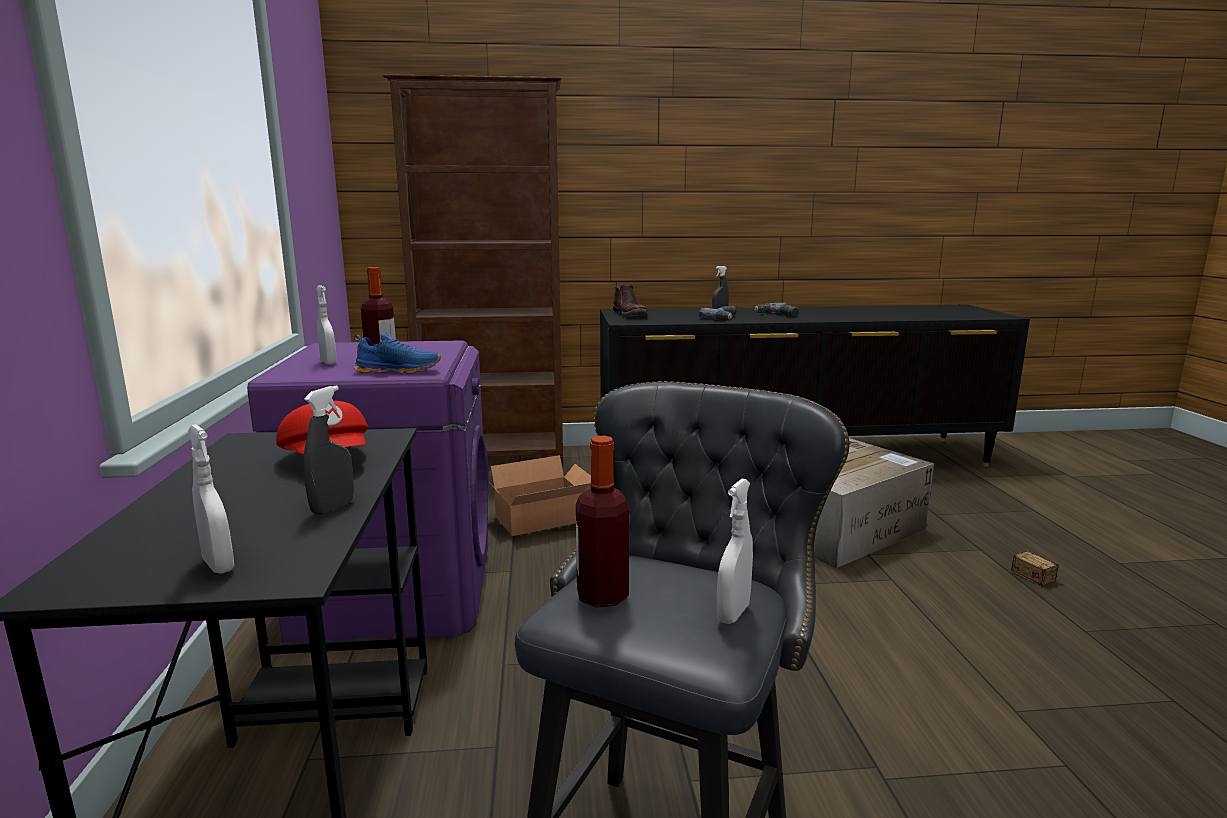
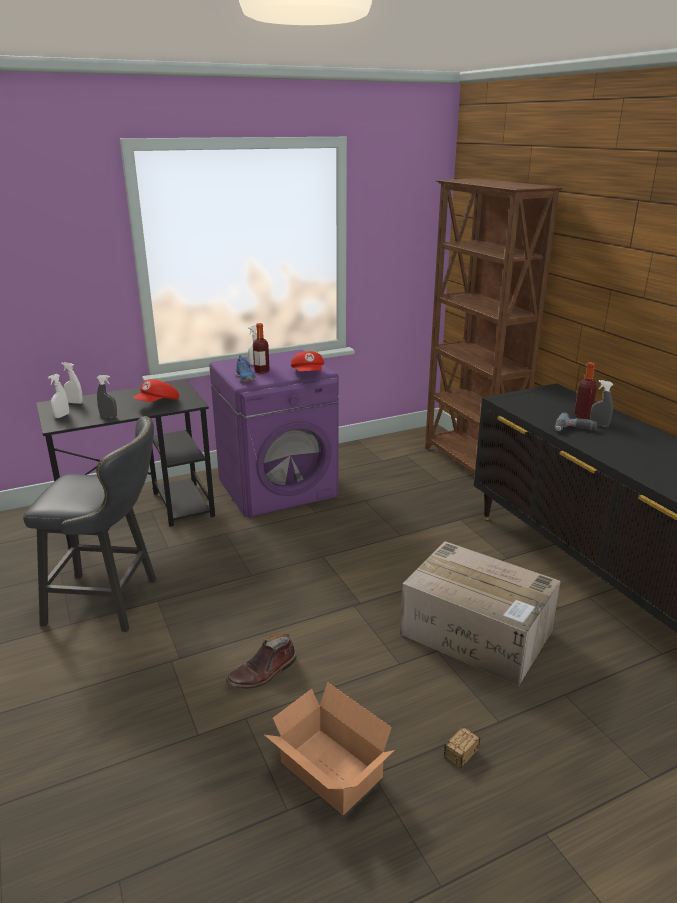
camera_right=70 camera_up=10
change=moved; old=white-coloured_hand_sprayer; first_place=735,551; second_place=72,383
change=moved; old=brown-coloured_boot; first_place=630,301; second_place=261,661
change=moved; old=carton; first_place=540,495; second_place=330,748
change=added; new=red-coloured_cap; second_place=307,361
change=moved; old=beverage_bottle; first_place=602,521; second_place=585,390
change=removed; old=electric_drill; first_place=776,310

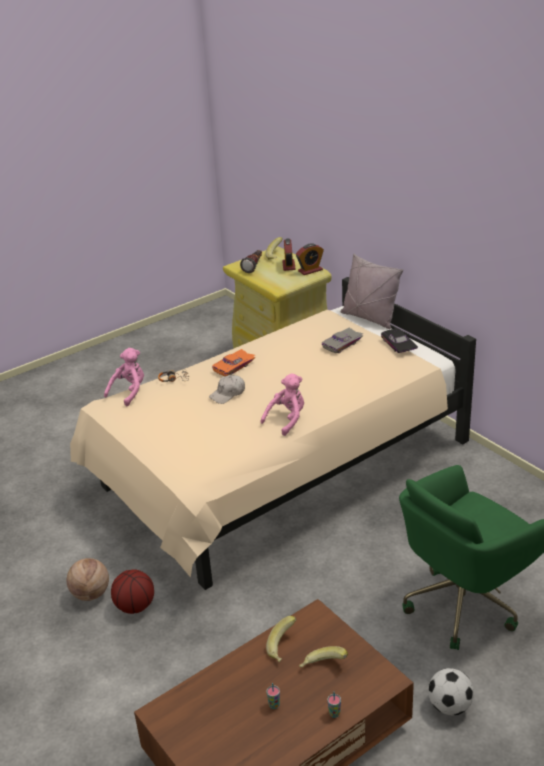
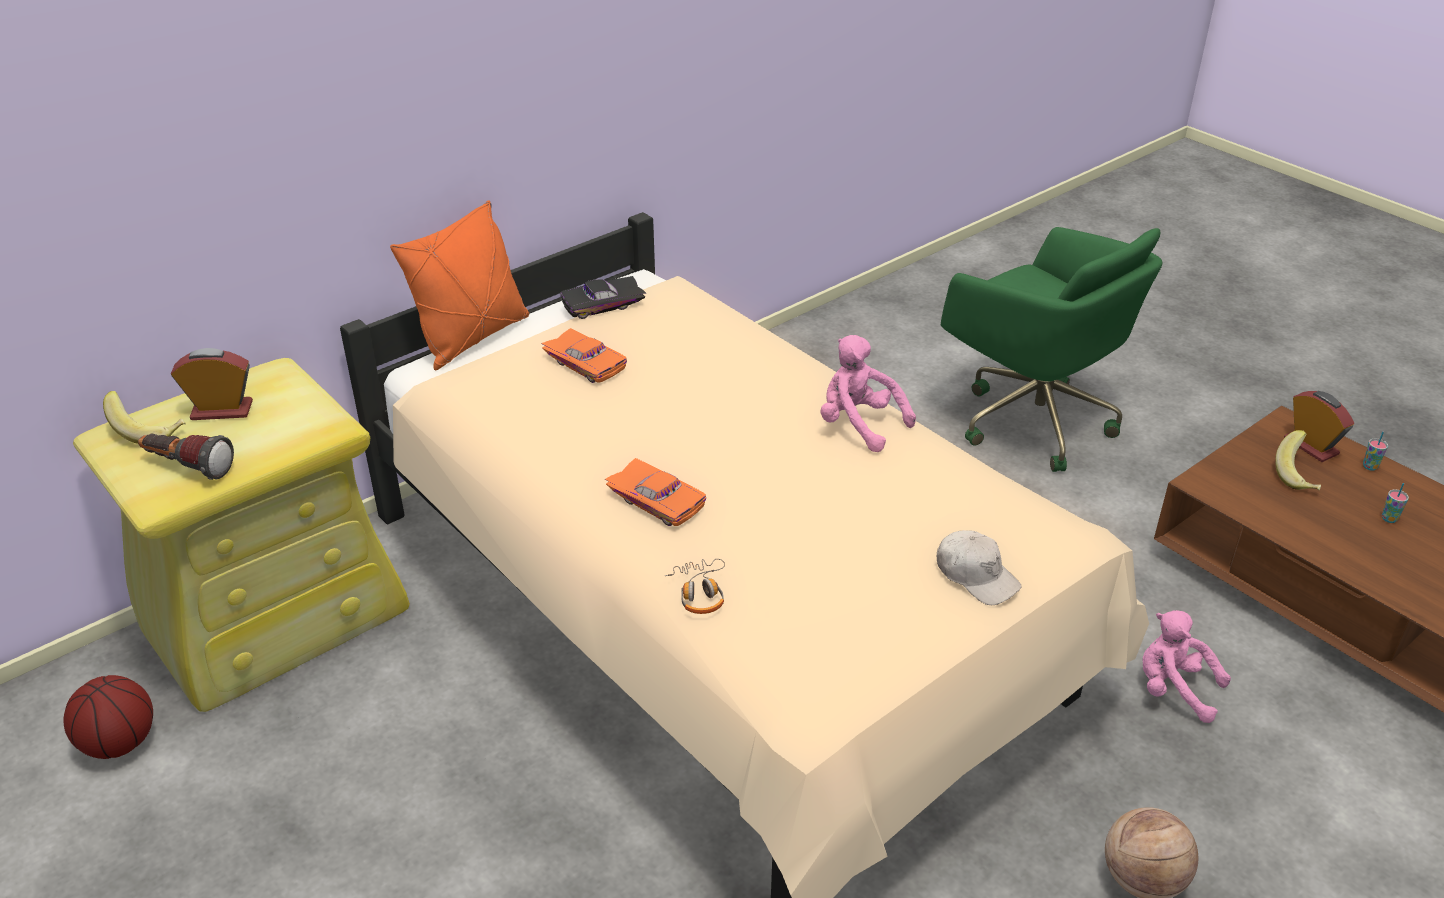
camera_right=-95 camera_up=5
change=moved; old=ball_for_basketball; first_place=132,591; second_place=108,717
change=recoloured; old=purplish_cushion; new=orangey_cushion; first_place=372,291; second_place=459,285
change=recoloured; old=grey_model_car; new=orangey_model_car; first_place=342,340; second_place=584,355
change=moved; old=white-coloured_cap; first_place=227,389; second_place=979,567
change=moved; old=pinkish_plush_toy; first_place=124,377; second_place=1187,666
change=moved; old=table_clock; first_place=310,259; second_place=1319,426
change=removed; old=whole_banana; first_place=281,639
change=removed; old=ball_for_football; first_place=451,692

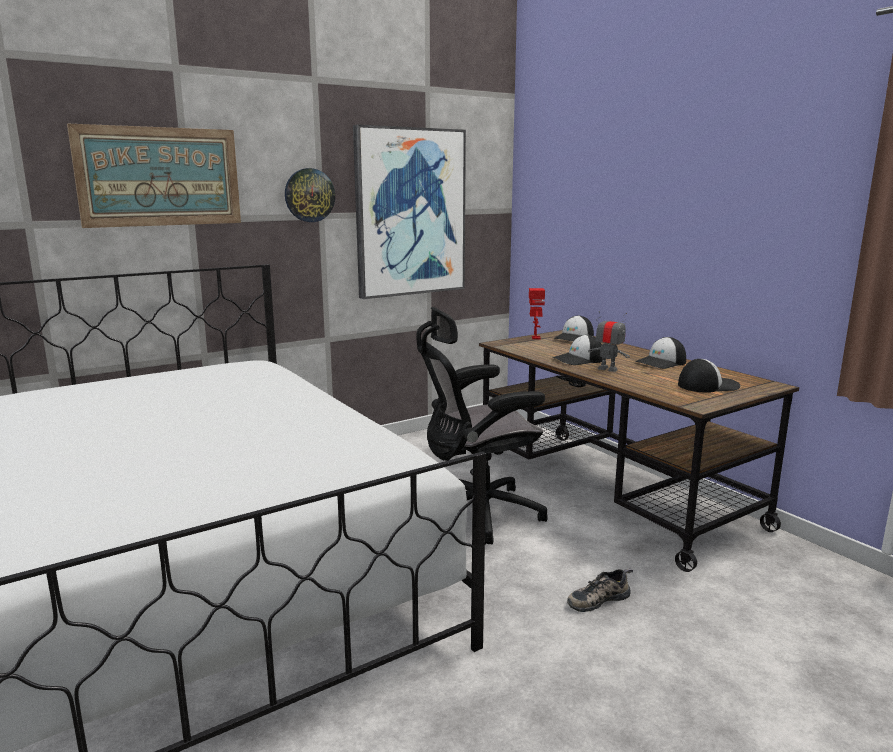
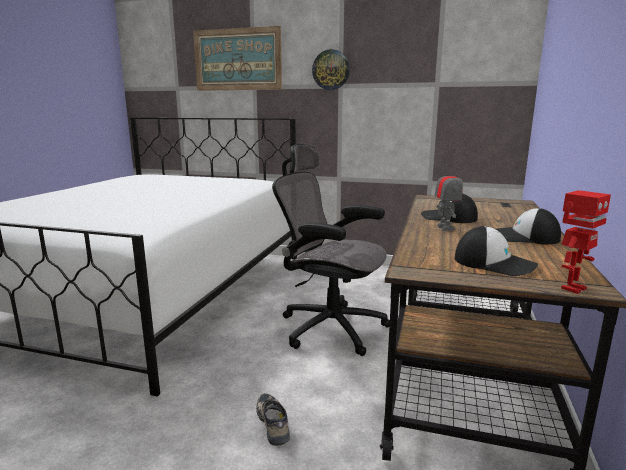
camera_right=50 camera_up=0
change=turned; old=shoe; first_place=600,590; second_place=273,419; degrees=45
change=moved; old=toy_robot; first_place=537,313; second_place=586,242
change=removed; old=picture; first_place=409,212
change=removed; old=cap; first_place=573,328

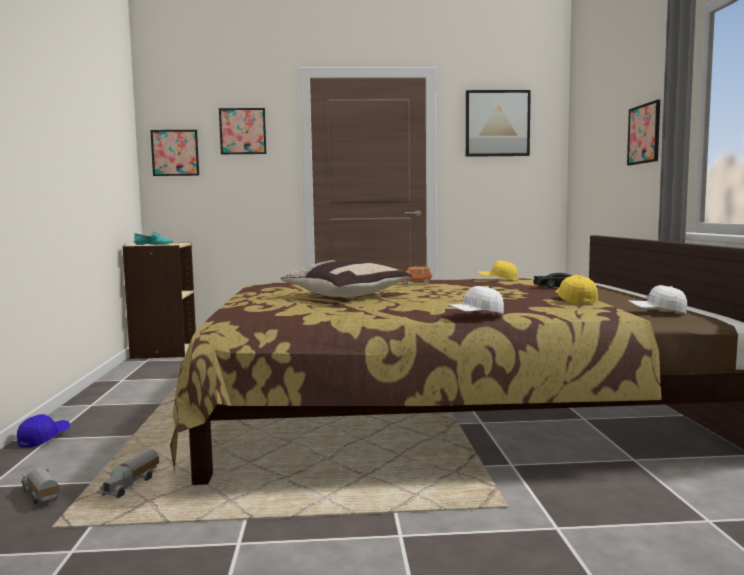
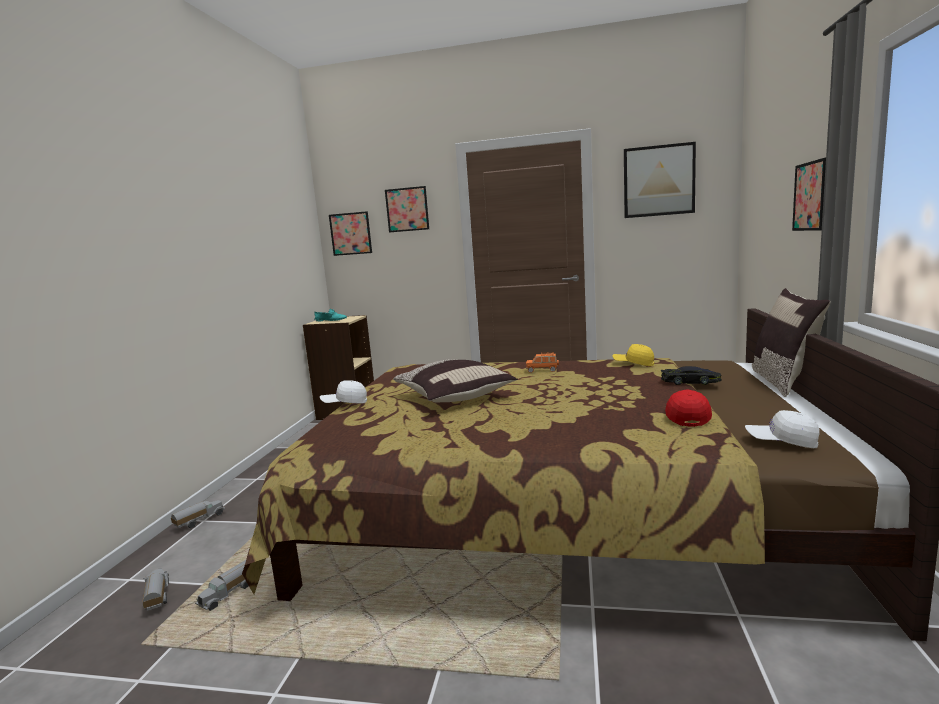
camera_right=15 camera_up=5
change=replaced; old=bluish_cap; new=model_truck; first_place=43,431; second_place=198,514
change=moved; old=white-coloured_cap; first_place=475,300; second_place=343,392
change=recoloured; old=yellow_cap; new=red-coloured_cap; first_place=576,289; second_place=688,408
change=added; new=cushion; second_place=791,342

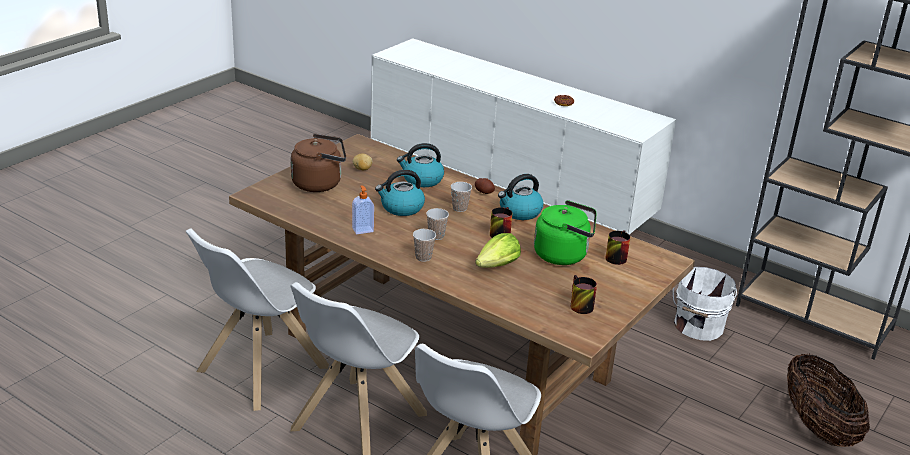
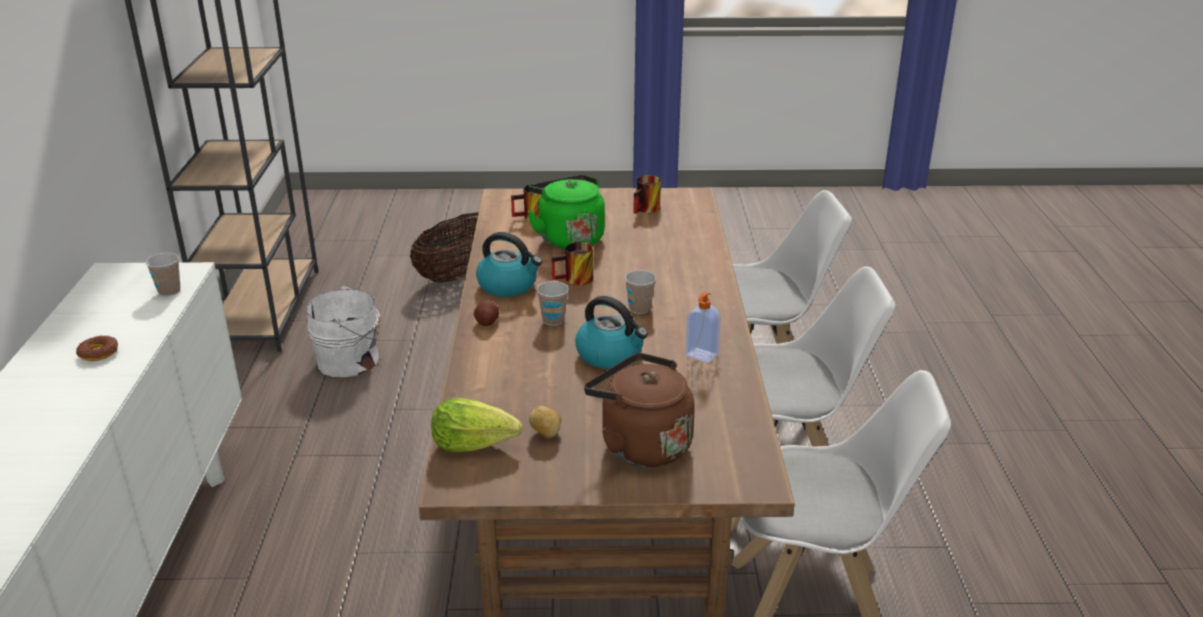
camera_right=-125 camera_up=0
change=moved; old=cup; first_place=424,245; second_place=163,274
change=moved; old=lettuce_head; first_place=498,250; second_place=476,424
change=removed; old=kettle; first_place=420,165

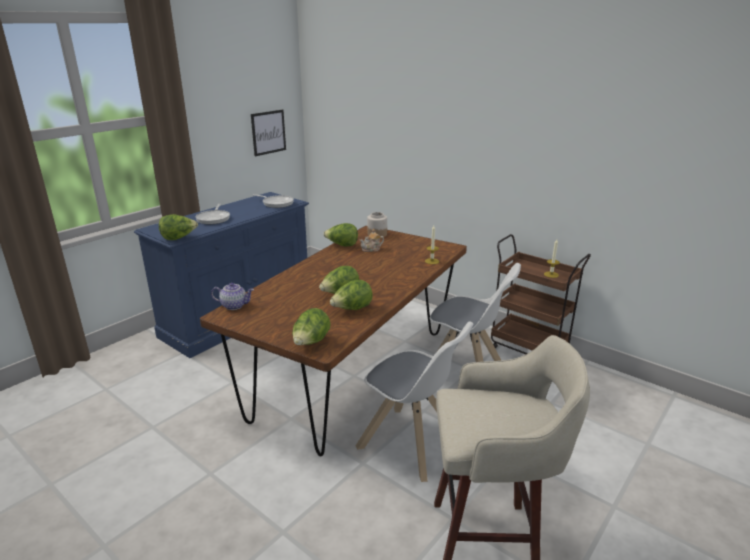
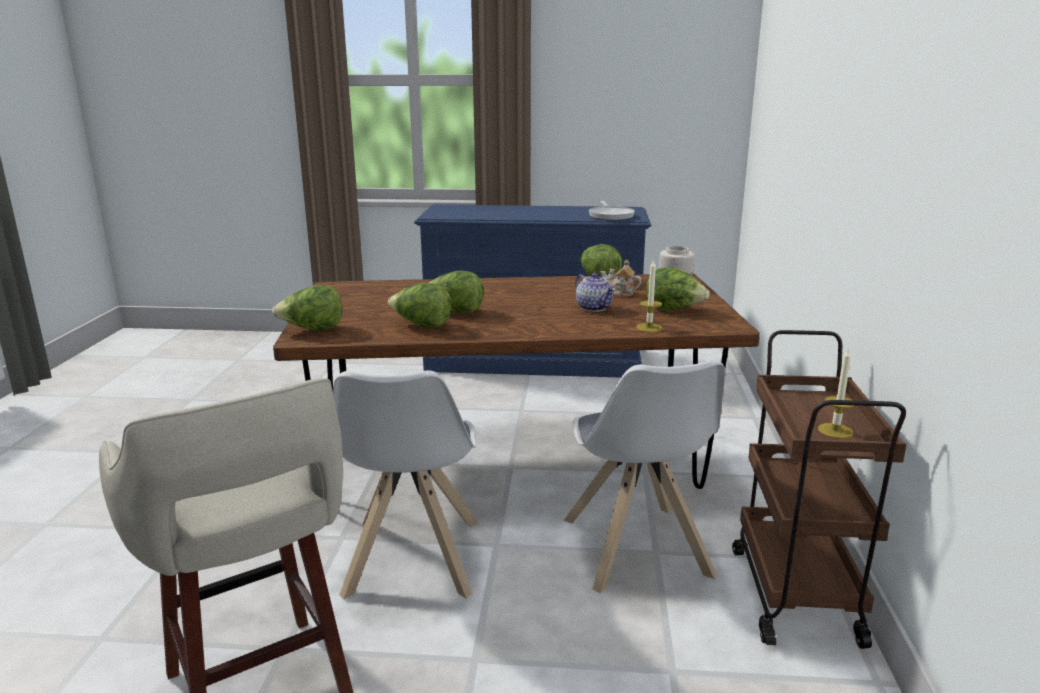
camera_right=55 camera_up=-5
change=moved; old=tea_pot; first_place=232,296; second_place=595,292
change=moved; old=lettuce_head; first_place=178,227; second_place=678,288
change=removed; old=skillet; first_place=212,214
change=removed; old=picture; first_place=268,133

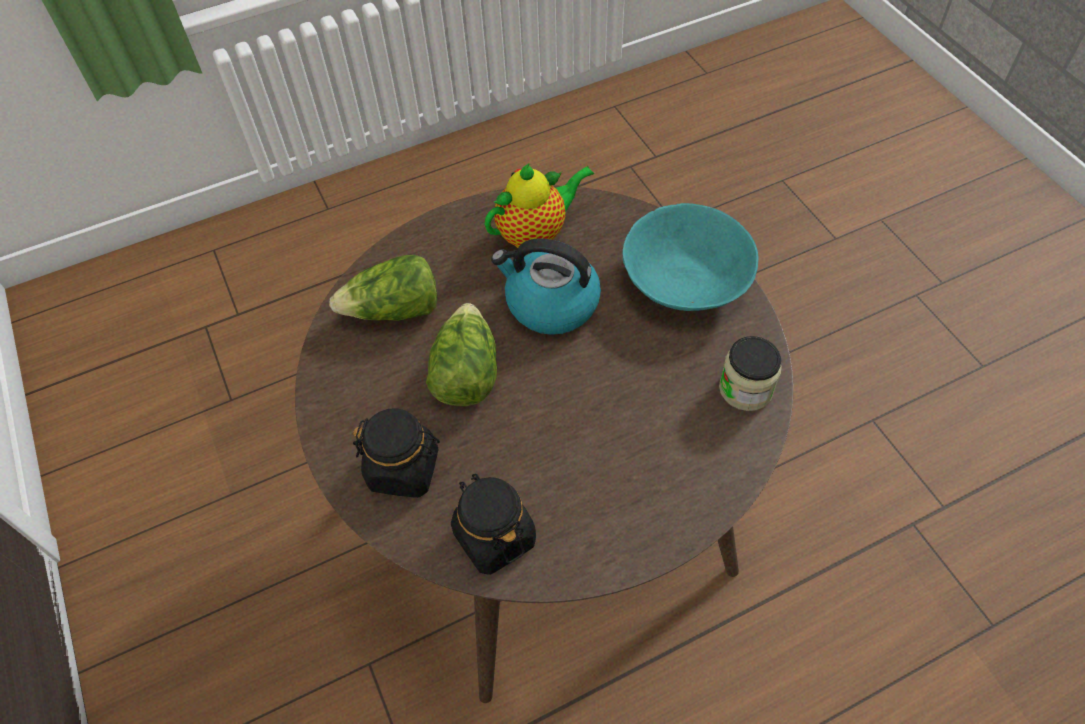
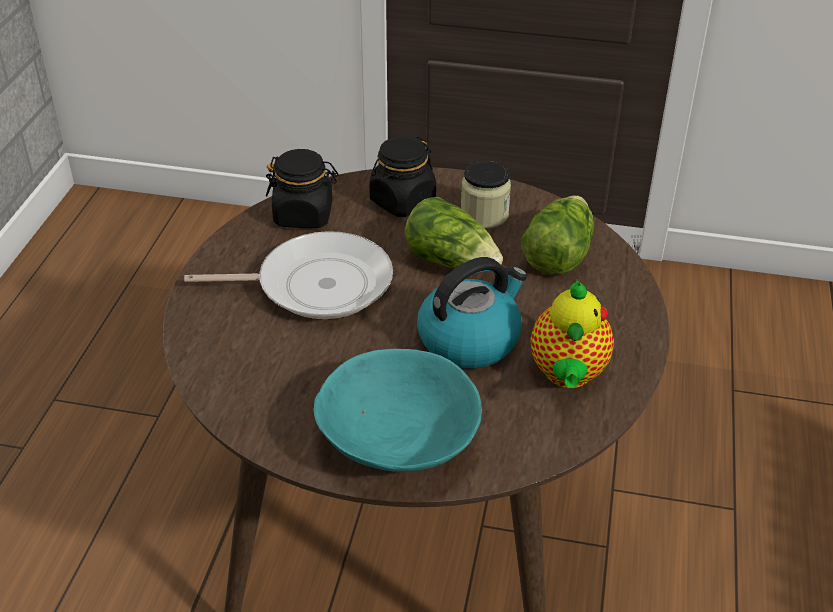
camera_right=125 camera_up=-15
change=added; new=skillet; second_place=288,275
change=moved; old=storage_jar; first_place=750,373; second_place=486,194

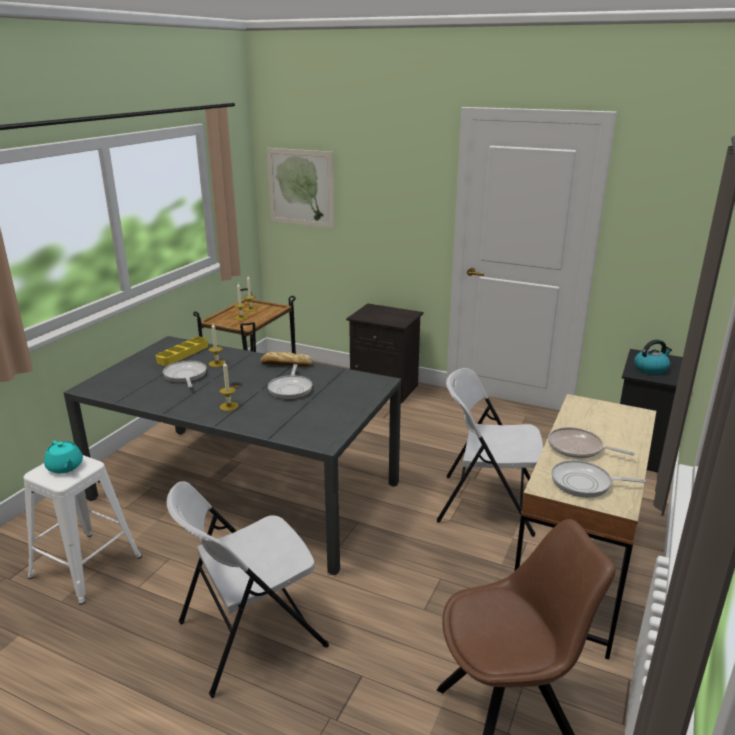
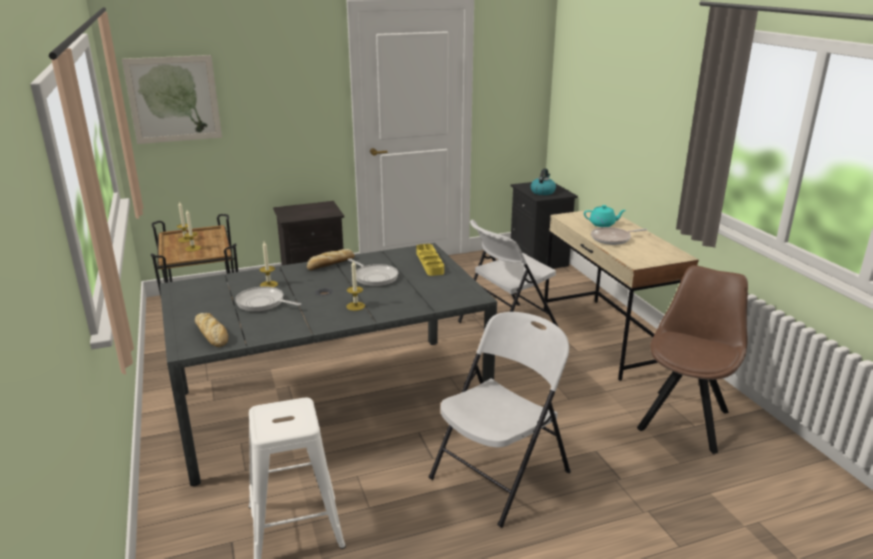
camera_right=-45 camera_up=0
change=added; new=bakery_bread; second_place=211,330
change=moved; old=yellow_serving_tray; first_place=182,351; second_place=430,260
change=turned; old=white-coloured_plain_chair; first_place=248,589; second_place=499,420; degrees=-150
change=moved; old=turquoise_tea_pot; first_place=63,457; second_place=605,216
change=removed; old=skillet; first_place=598,479

